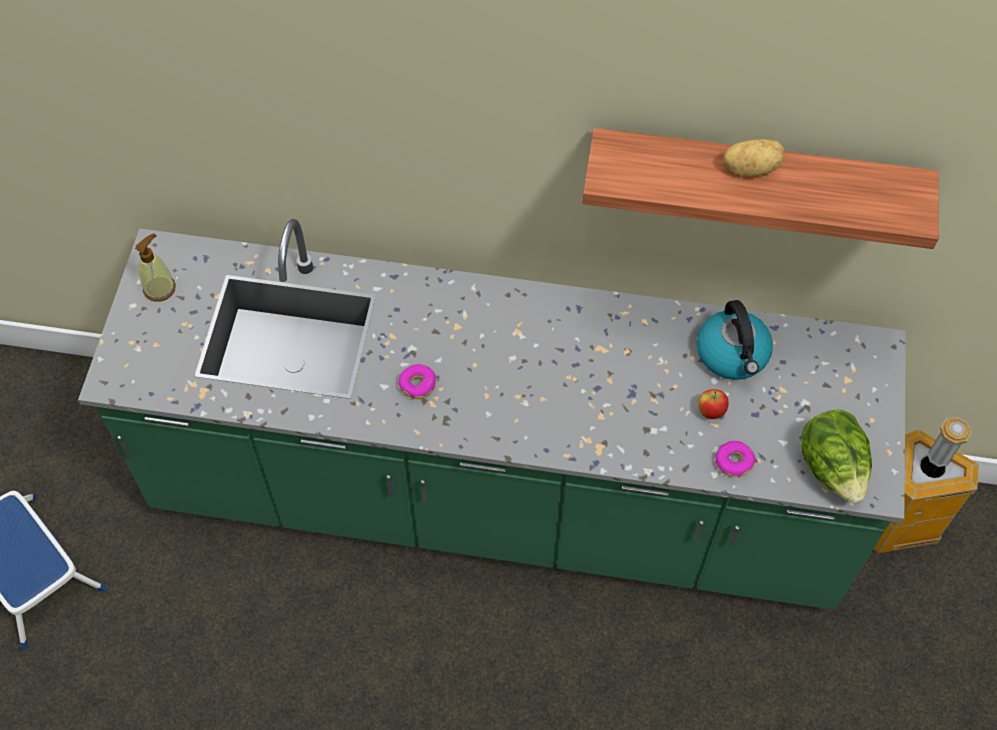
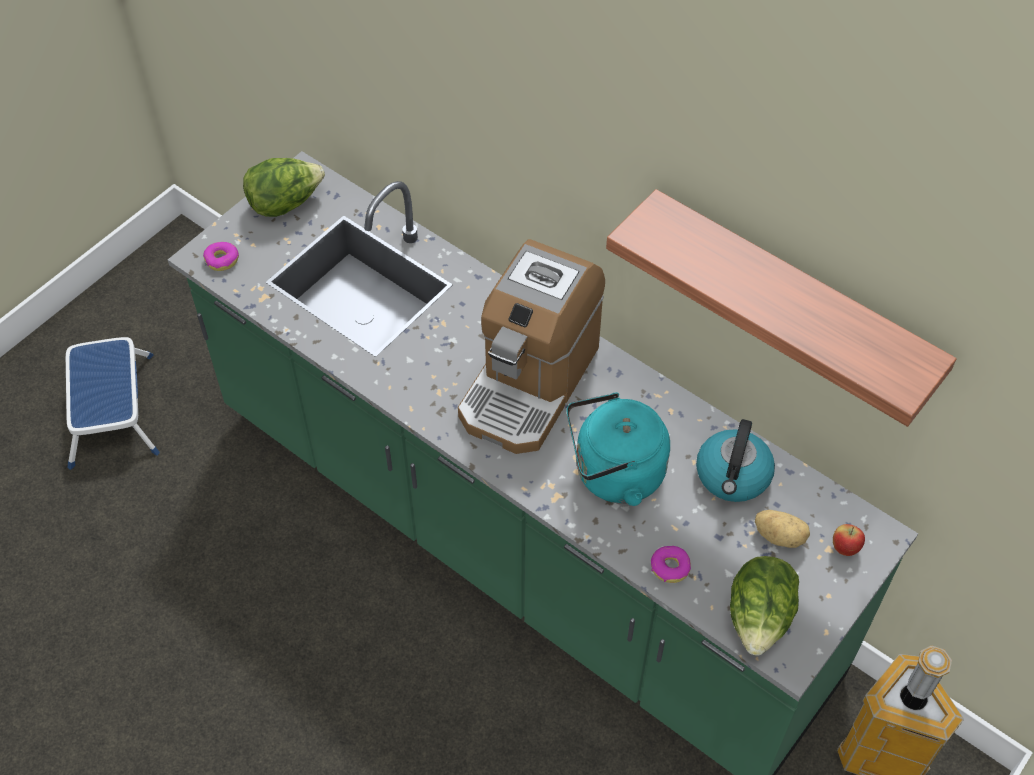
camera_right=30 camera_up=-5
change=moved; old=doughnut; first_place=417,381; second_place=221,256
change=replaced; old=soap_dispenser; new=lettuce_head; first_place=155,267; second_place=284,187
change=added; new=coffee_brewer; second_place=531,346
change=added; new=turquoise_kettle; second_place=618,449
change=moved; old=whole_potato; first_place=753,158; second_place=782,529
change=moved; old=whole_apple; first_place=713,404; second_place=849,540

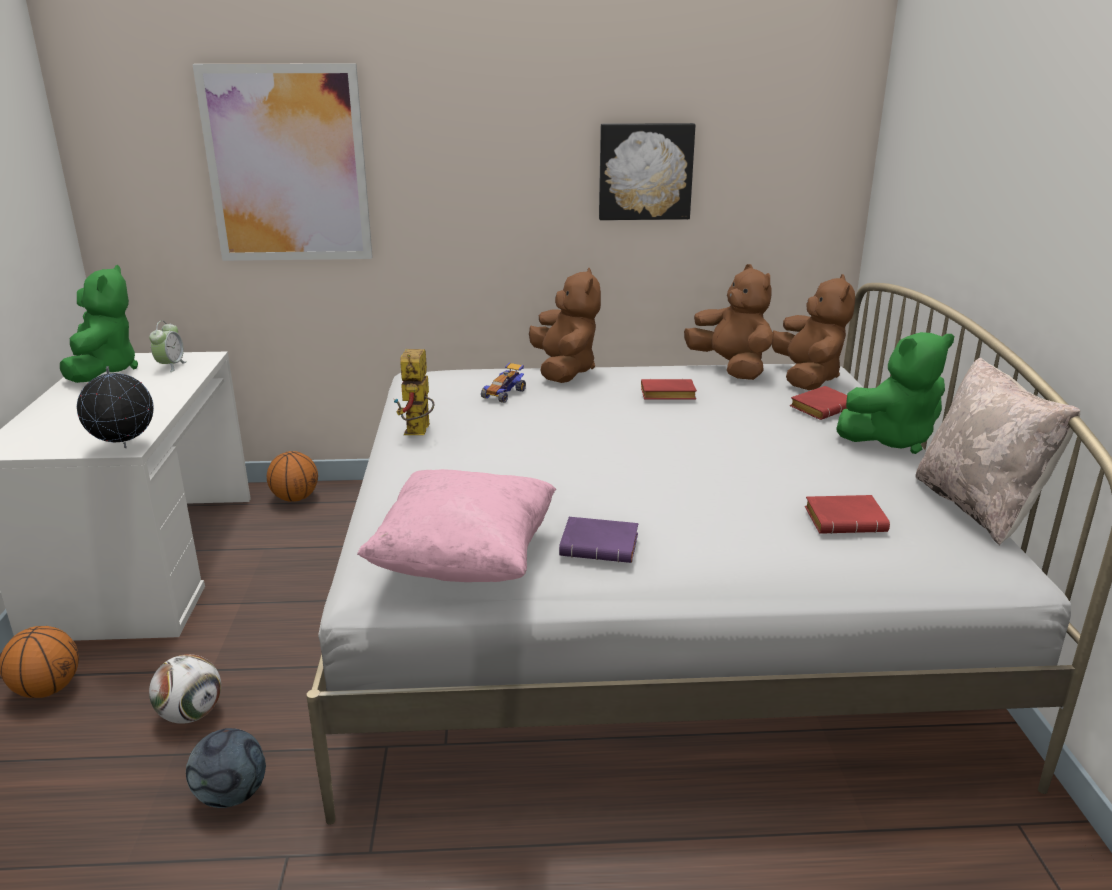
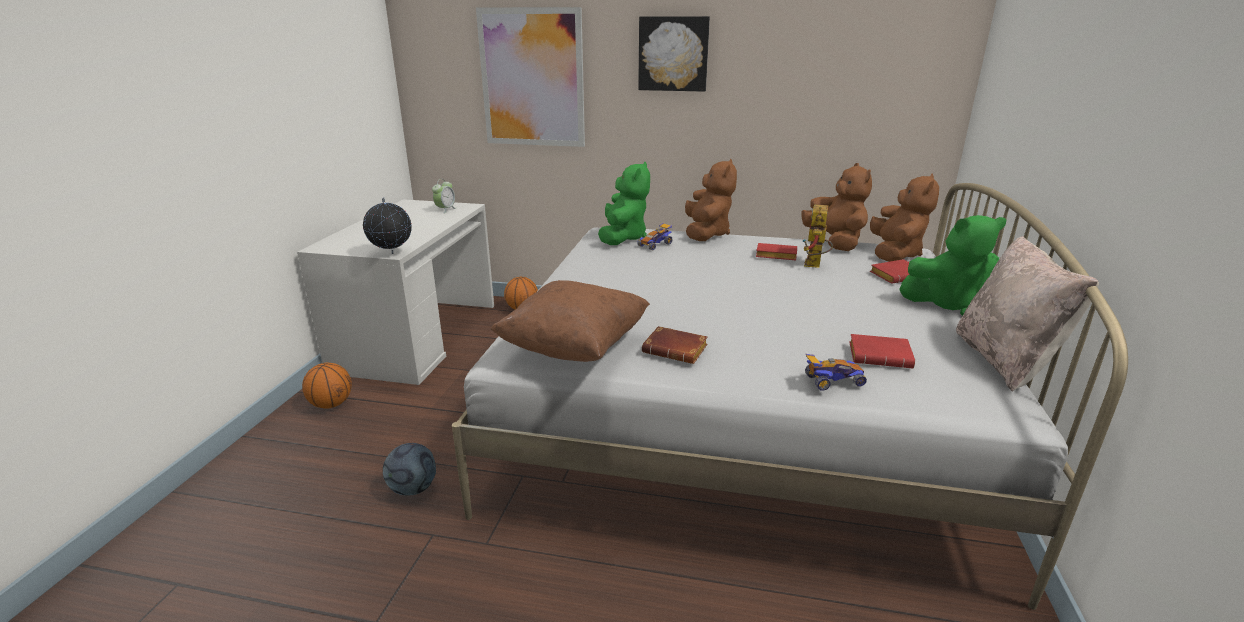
camera_right=15 camera_up=0
change=recoloured; old=pinkish_cushion; new=brown-coloured_cushion; first_place=456,525; second_place=570,321
change=moved; old=greenish_plush_toy; first_place=99,324; second_place=624,203
change=moved; old=picture; first_place=647,171; second_place=674,54
change=recoloured; old=purplish_bound_book; new=brown-coloured_bound_book; first_place=598,540; second_place=675,345
change=moved; old=toy_robot; first_place=414,392; second_place=818,236
change=added; new=model_car; second_place=836,372
change=removed; old=ball_for_football; first_place=185,689

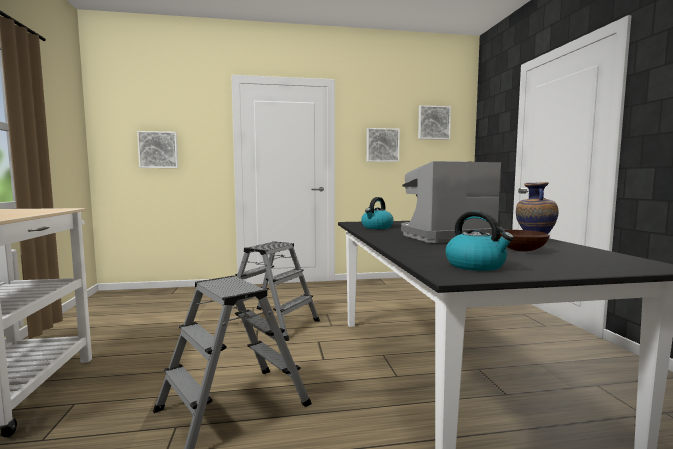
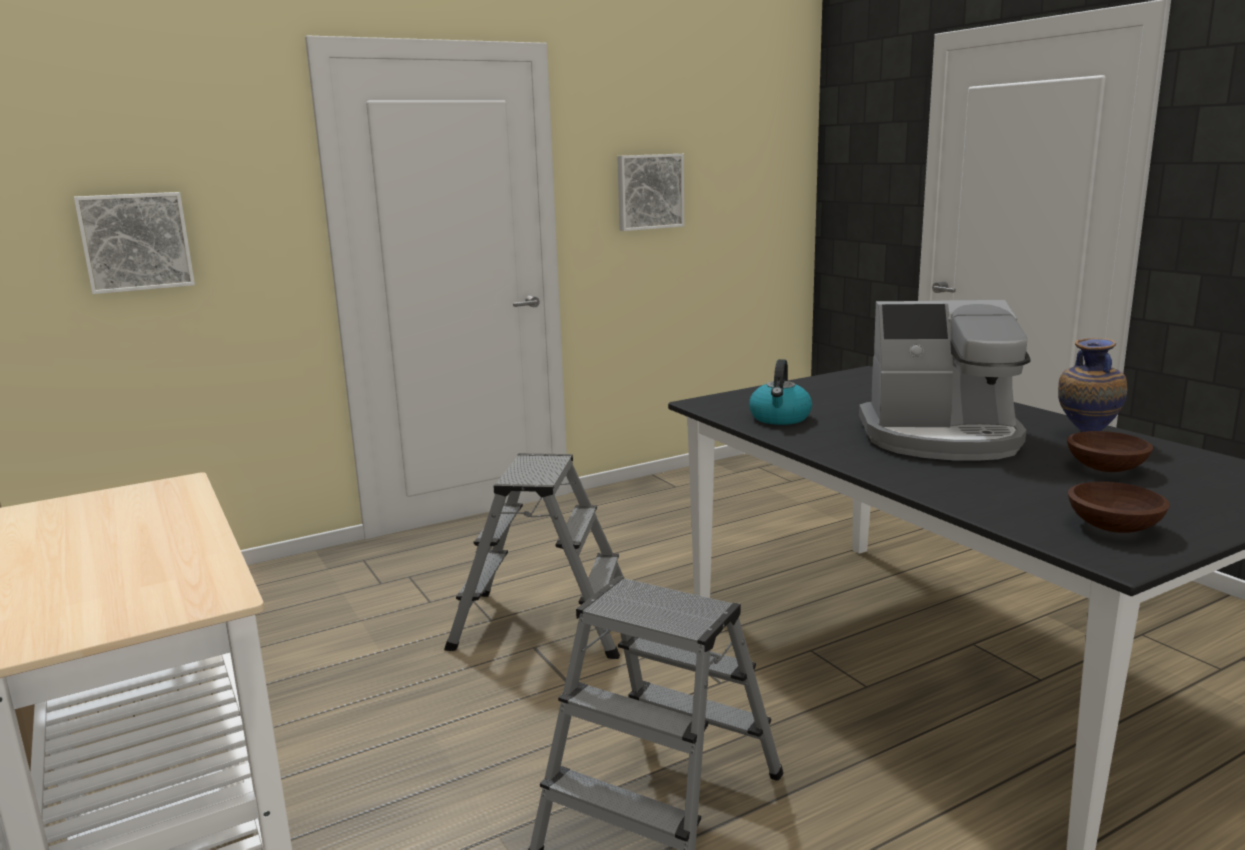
camera_right=-20 camera_up=10
change=turned; old=coffee_brewer; first_place=451,202; second_place=945,380; degrees=-135
change=replaced; old=kettle; new=brown-coloured_bowl; first_place=480,241; second_place=1119,507
change=removed; old=picture; first_place=434,122

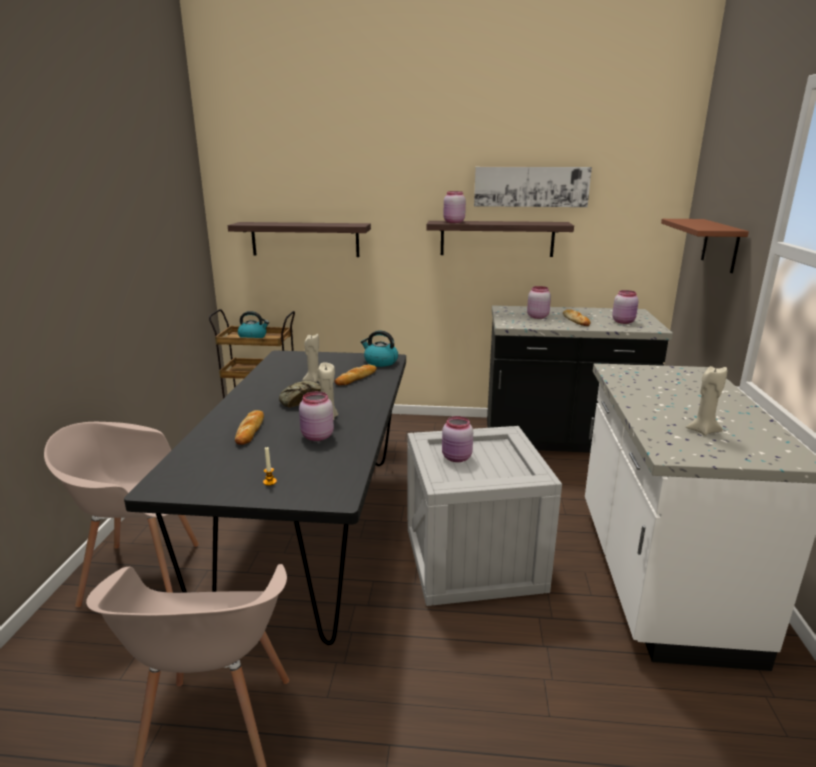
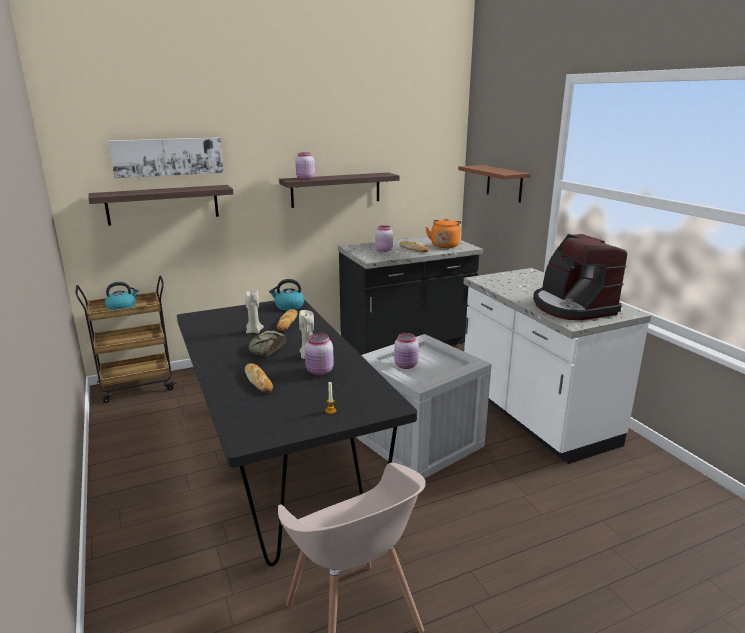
camera_right=-30 camera_up=0
change=moved; old=picture; first_place=533,187; second_place=166,157
change=replaced; old=pinkish_storage_jar; new=orangey_kettle; first_place=625,307; second_place=443,233
change=replaced; old=beige-coloured_wax_light; new=coffee_brewer; first_place=706,401; second_place=580,277
change=removed; old=beige-coloured_plain_chair; first_place=121,514

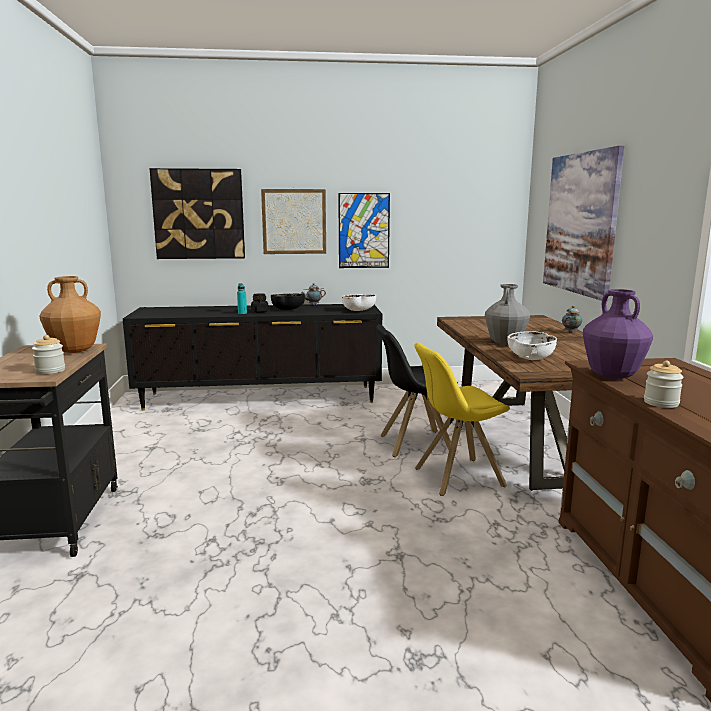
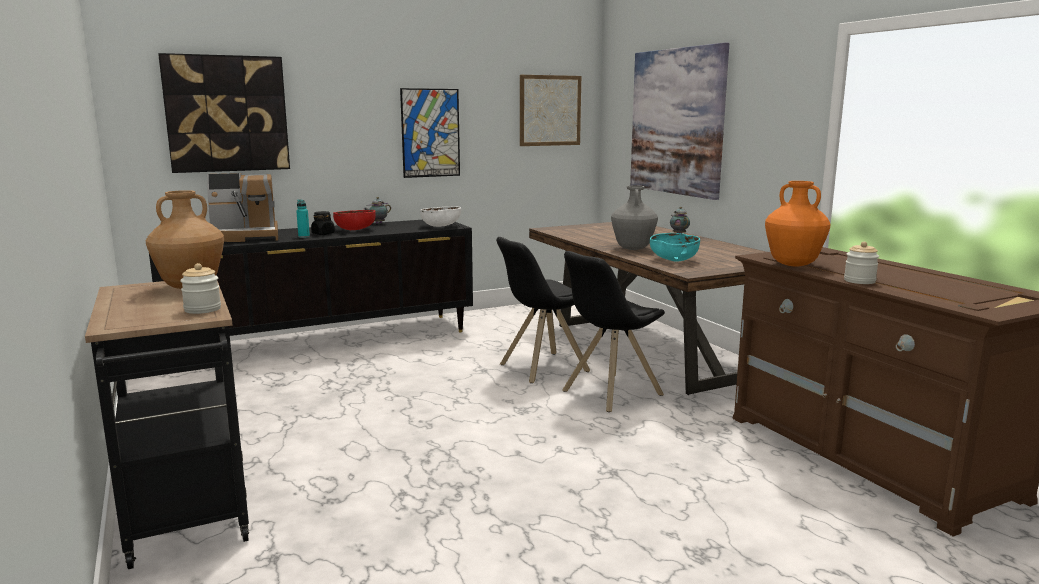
camera_right=-20 camera_up=0
change=added; new=coffee_brewer; second_place=242,207
change=recoloured; old=black_bowl; new=red-coloured_bowl; first_place=288,302; second_place=354,220
change=moved; old=picture; first_place=293,220; second_place=550,110
change=recoloured; old=yellow_plain_chair; new=black_plain_chair; first_place=462,419; second_place=613,331
change=recoloured; old=white-coloured_bowl; new=turquoise_bowl; first_place=532,346; second_place=675,247
change=recoloured; old=purplish_decorative_vase; new=orangey_decorative_vase; first_place=618,334; second_place=798,224

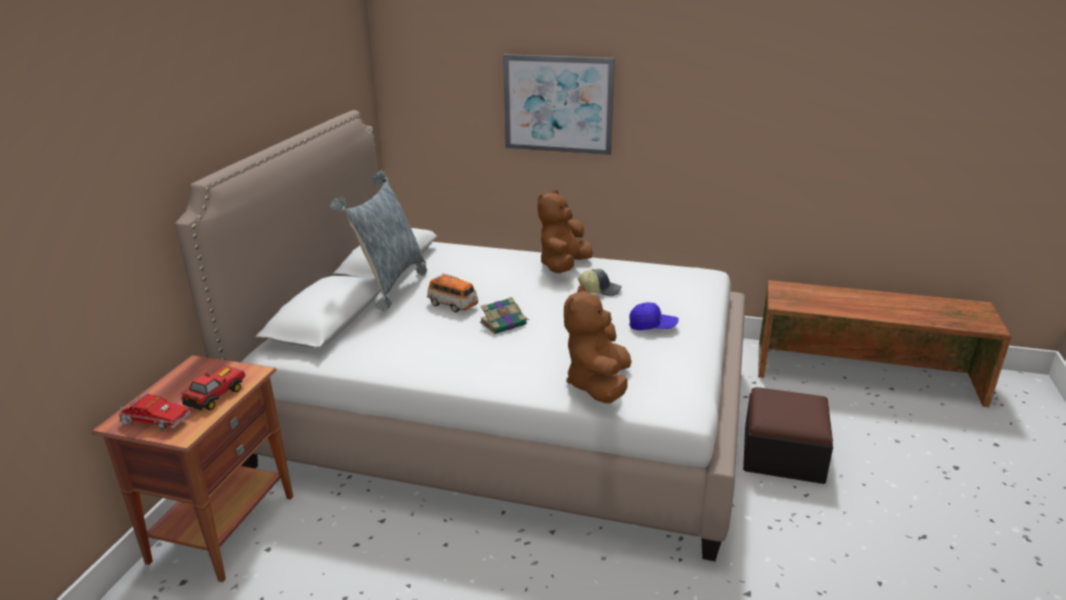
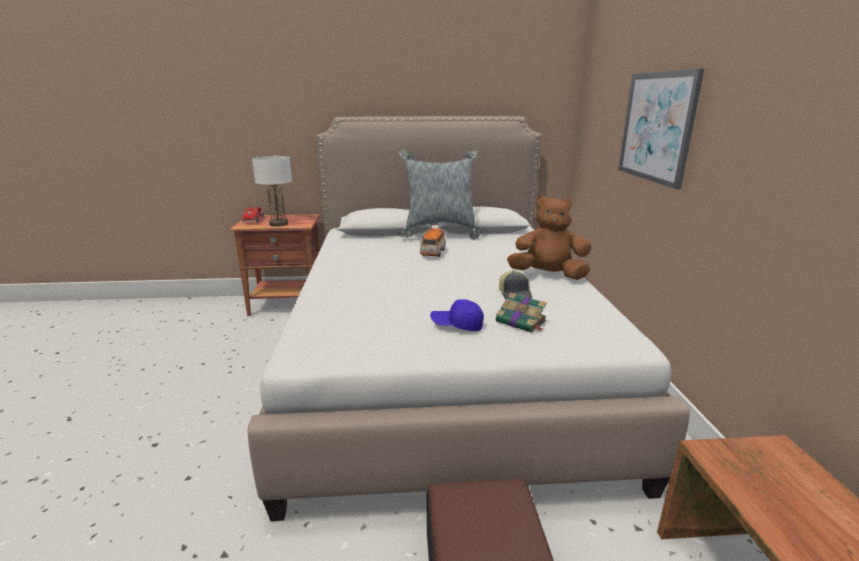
camera_right=70 camera_up=-5
change=replaced; old=model_car; new=table_lamp; first_place=213,388; second_place=272,191
change=turned; old=bluish_cap; first_place=654,316; second_place=457,315; degrees=105
change=moved; old=bound_book; first_place=504,315; second_place=521,313
change=removed; old=brown-coloured_plush_toy; first_place=598,344

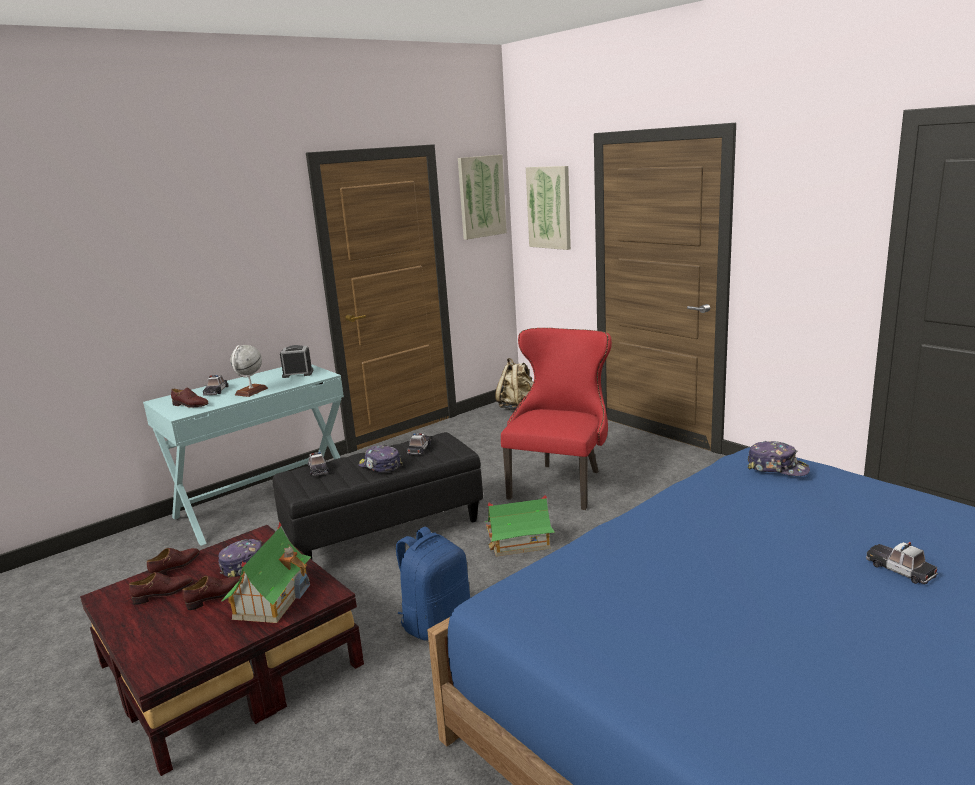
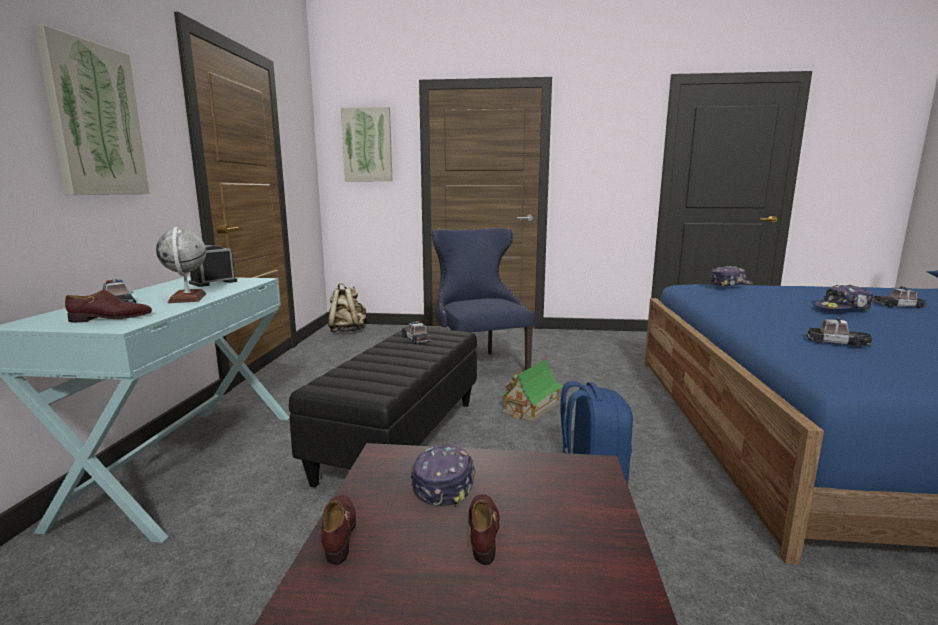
camera_right=-45 camera_up=-5
change=moved; old=picture; first_place=482,197; second_place=92,109
change=recoloured; old=red-coloured_plain_chair; new=bluish_plain_chair; first_place=556,419; second_place=483,299
change=moved; old=model_car; first_place=318,464; second_place=839,332
change=moved; old=cap; first_place=380,458; second_place=843,297
change=removed; old=brown-coloured_shoe; first_place=161,588
change=removed; old=miniature_house; first_place=266,572

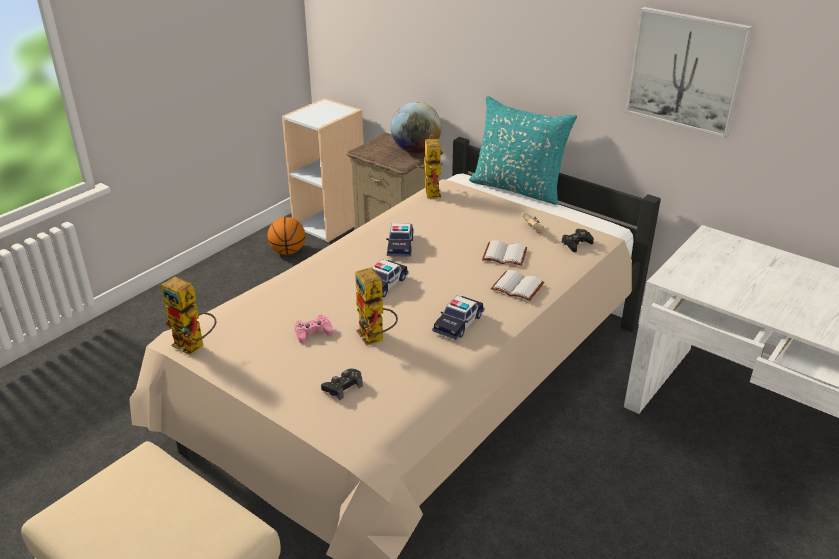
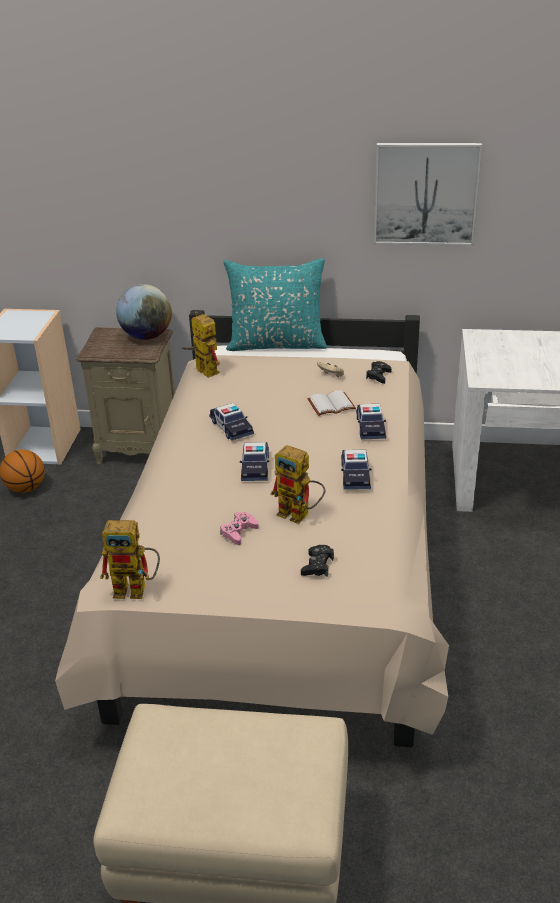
camera_right=-30 camera_up=0
change=replaced; old=white-coloured_bound_book; new=model_car; first_place=517,285; second_place=371,422

